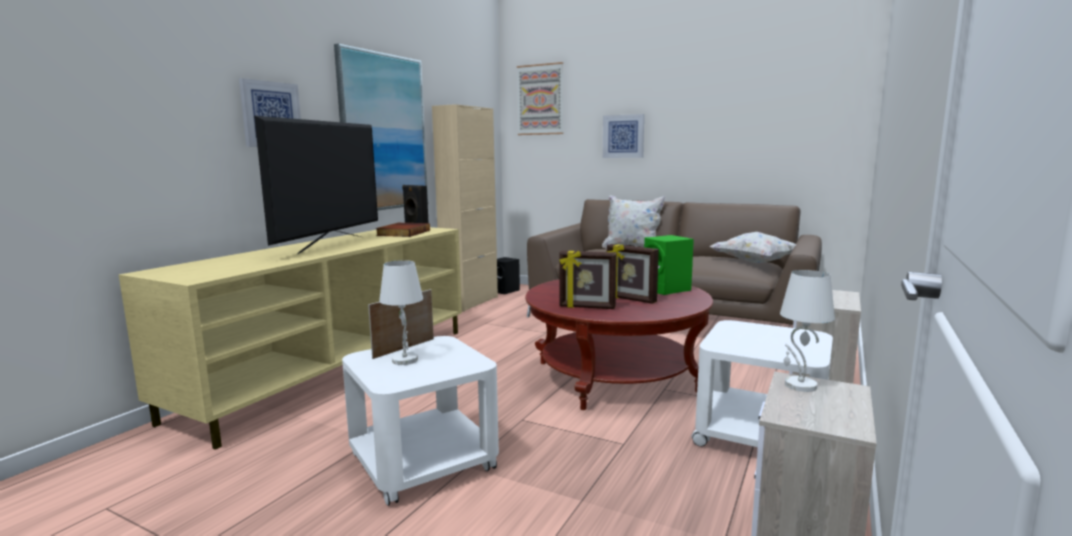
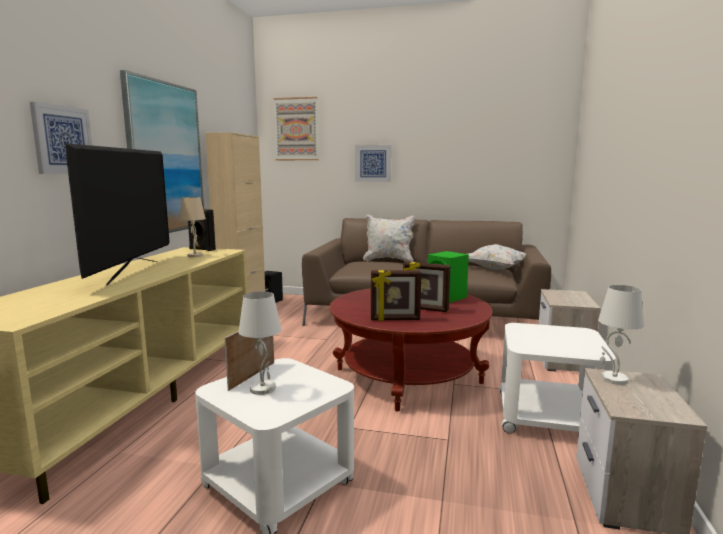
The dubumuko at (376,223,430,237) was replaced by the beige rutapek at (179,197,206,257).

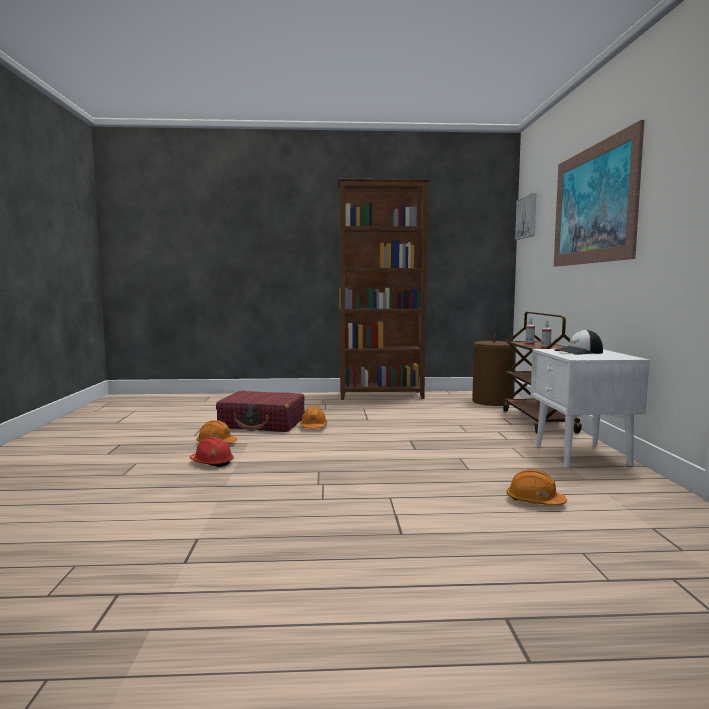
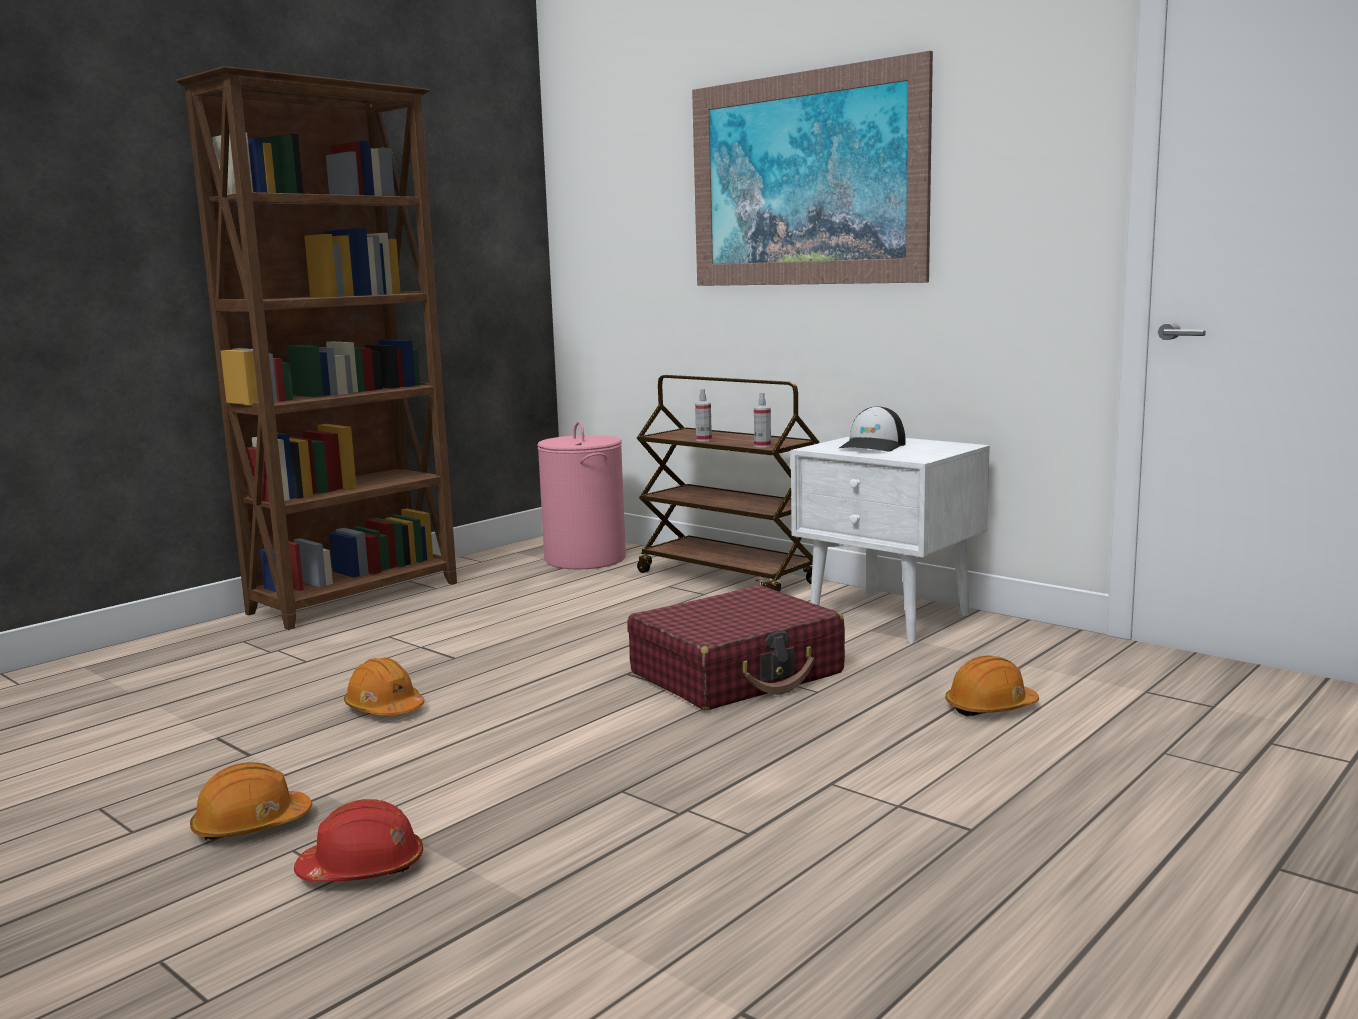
The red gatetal moved from (216,391,305,432) to (627,586,845,710). The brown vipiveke at (472,333,516,406) became the pink vipiveke at (537,422,626,570). The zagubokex at (515,193,537,240) disappeared.

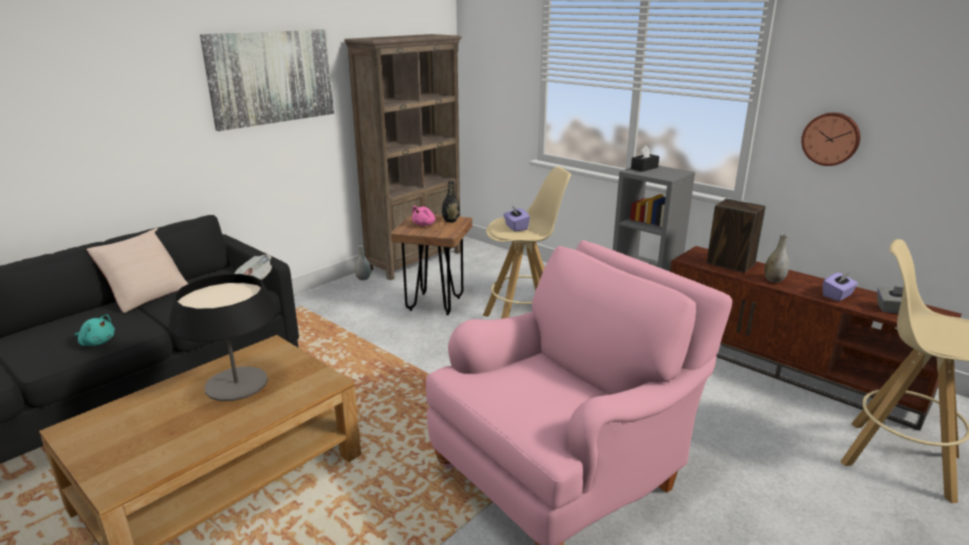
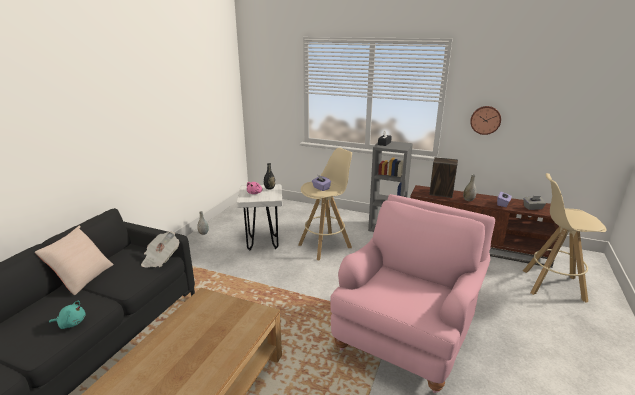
The rutapek at (169,274,278,401) disappeared. The zagubokex at (200,29,334,131) disappeared. The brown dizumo at (344,34,462,280) disappeared. The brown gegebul at (391,214,472,315) became the white gegebul at (237,184,283,250).

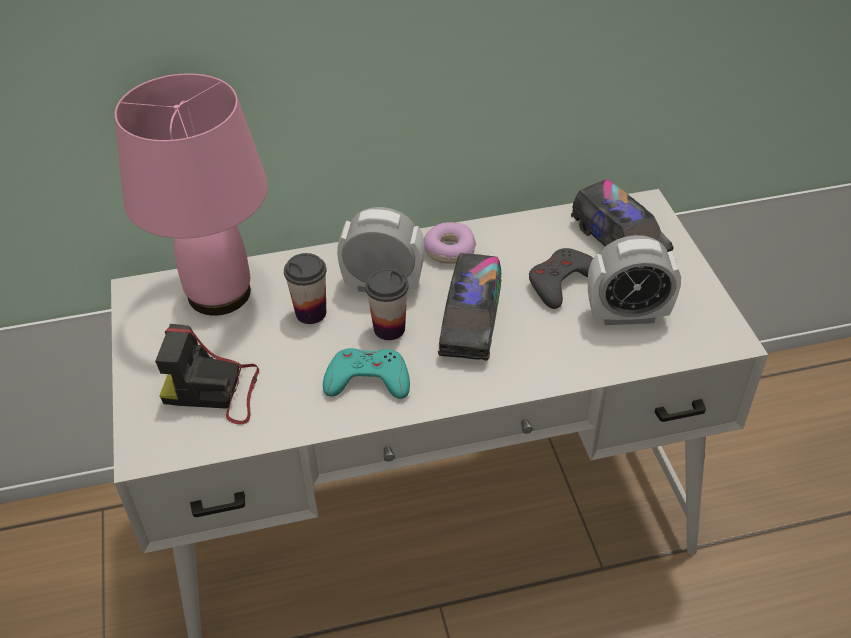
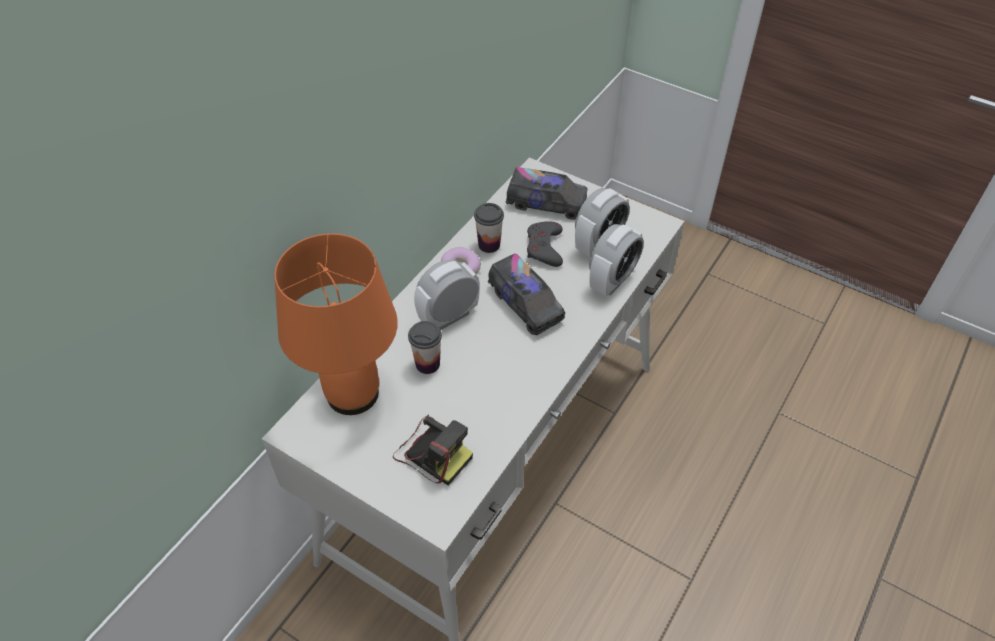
The pink rutapek at (115,73,268,316) became the orange rutapek at (274,233,398,415). The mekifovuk at (155,324,259,425) turned 105 degrees counterclockwise. The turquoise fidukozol at (323,348,410,399) disappeared. The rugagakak moved from (365,268,409,340) to (474,203,504,253). The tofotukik at (589,224,644,296) appeared.

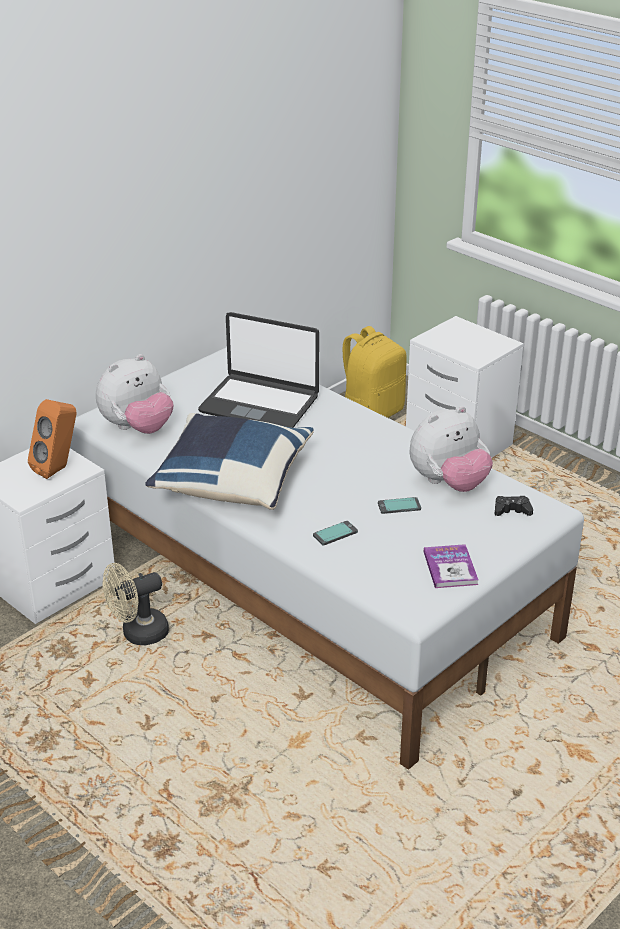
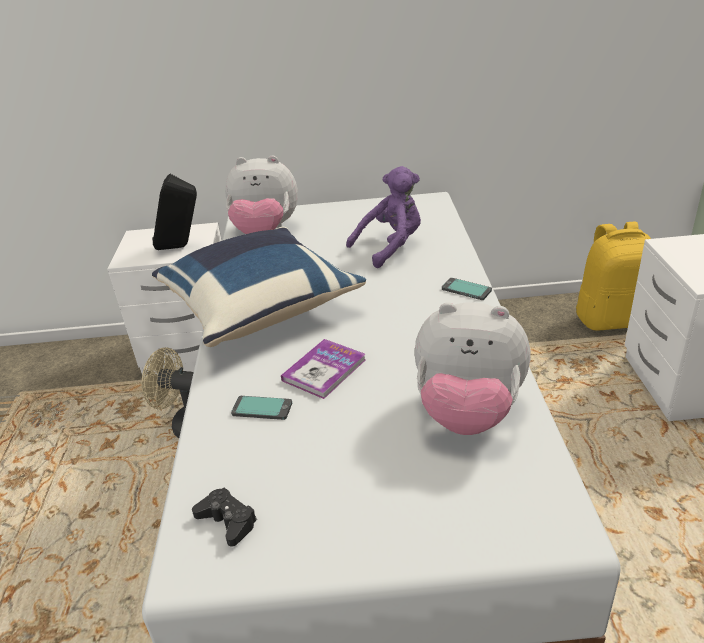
The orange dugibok at (28,399,76,479) became the black dugibok at (152,174,197,250). The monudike at (198,312,319,428) was replaced by the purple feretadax at (346,166,421,268). The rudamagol moved from (378,497,421,514) to (442,278,492,300). The dubumuko moved from (424,544,479,588) to (281,339,366,399). The black fidukozol moved from (494,496,533,516) to (192,488,257,546).

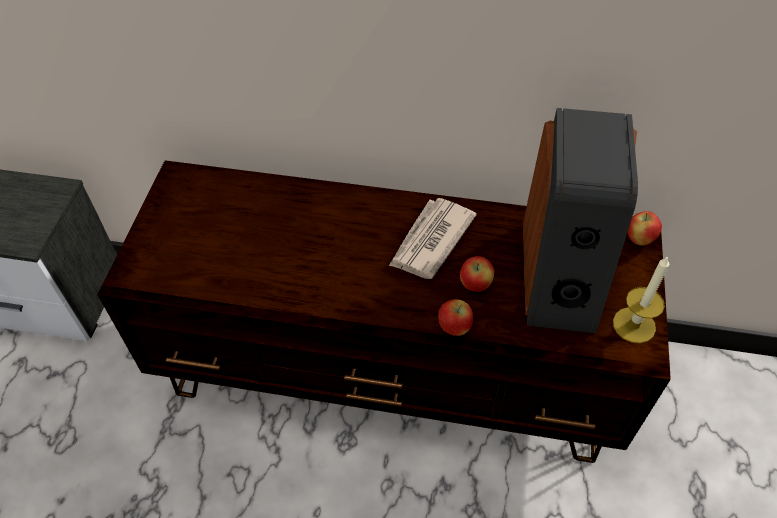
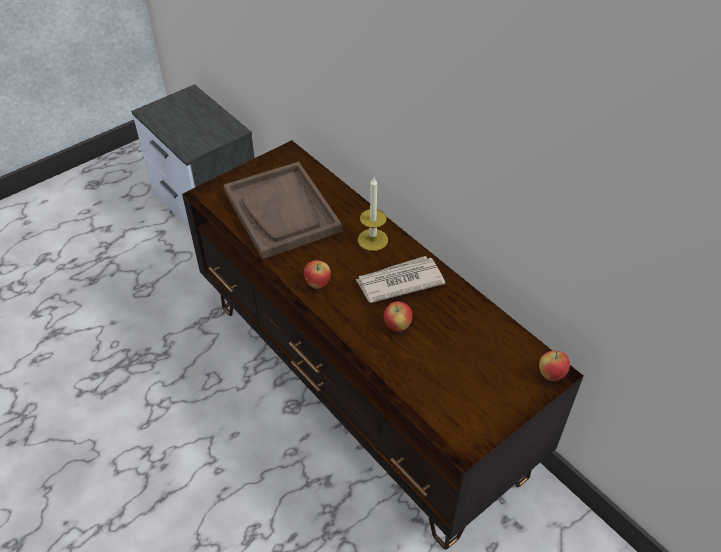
The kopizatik moved from (438,299,473,336) to (304,260,331,289). The dugibok at (523,108,638,333) disappeared. The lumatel moved from (613,256,669,343) to (358,177,388,251). The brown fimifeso at (224,162,342,259) appeared.

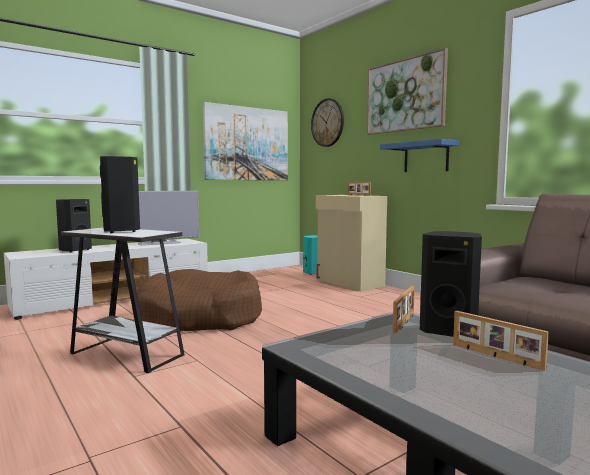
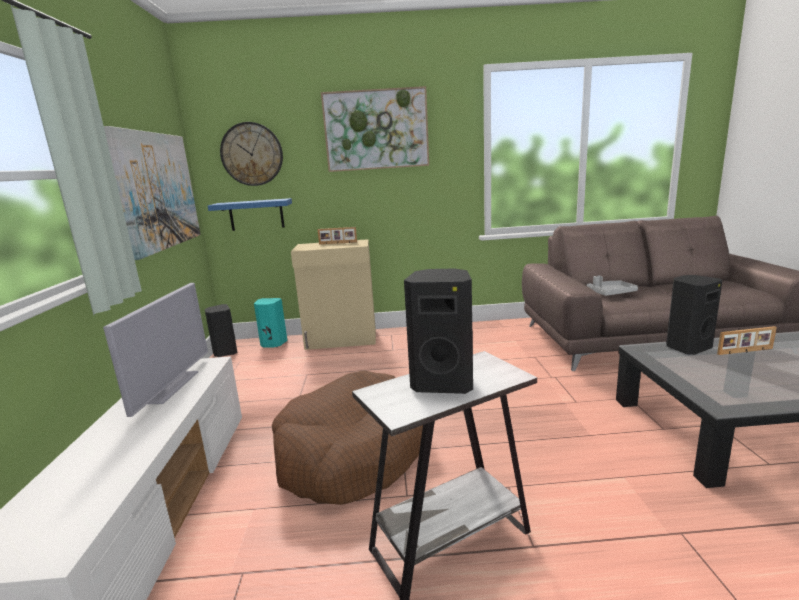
The black dugibok moved from (56,199,92,252) to (205,304,237,357). The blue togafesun moved from (380,139,459,172) to (208,198,292,231). The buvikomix at (393,286,415,333) disappeared. The grey fimifeso at (586,275,638,296) appeared.

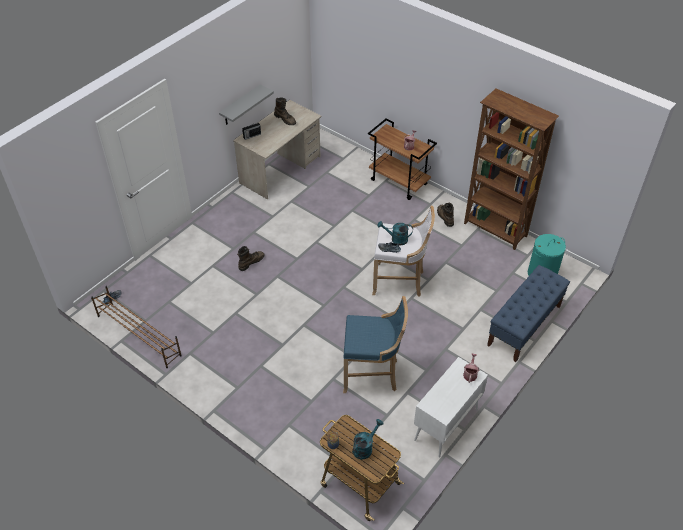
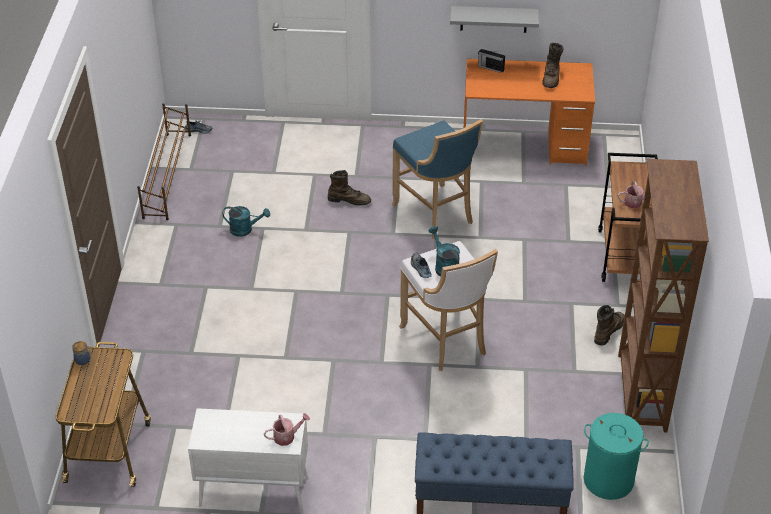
The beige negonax at (233,100,322,199) became the orange negonax at (464,59,595,166). The blue gegebul moved from (343,296,408,393) to (392,119,483,239). The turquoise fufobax moved from (352,419,384,460) to (222,206,270,237).

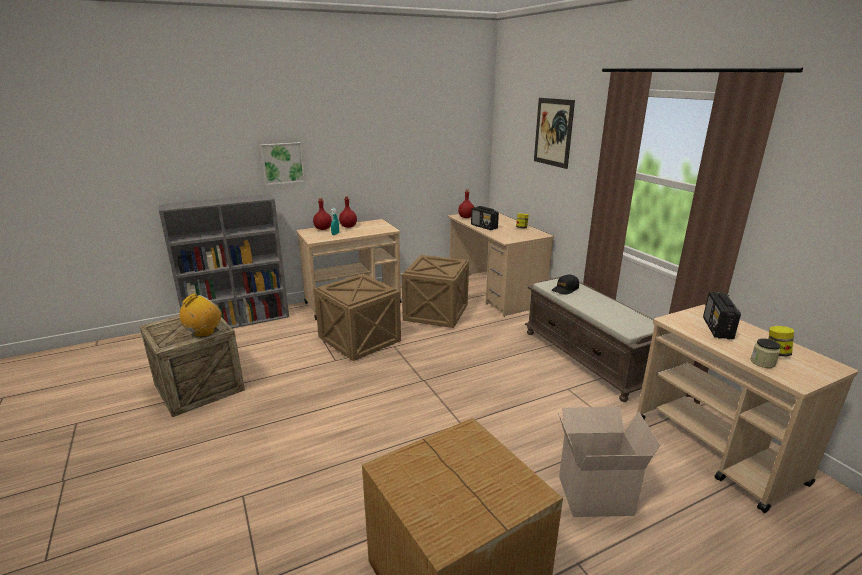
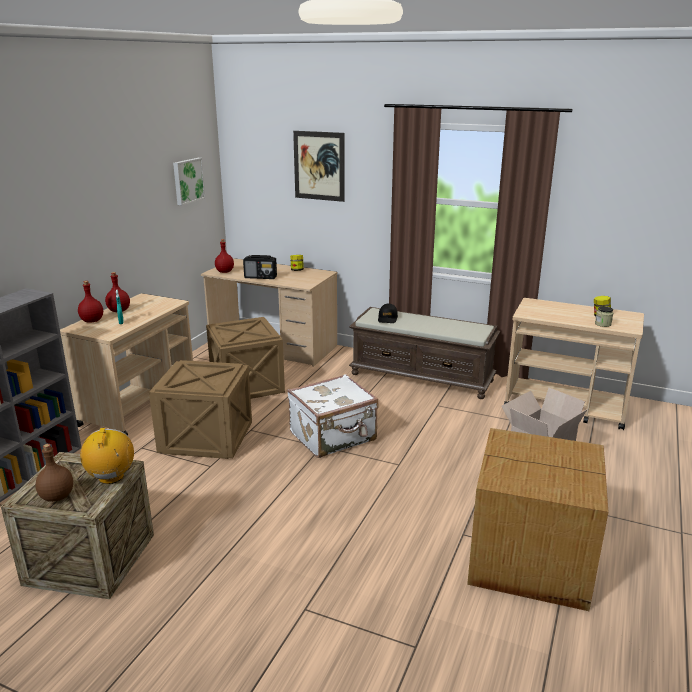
The zagubokex moved from (260,142,305,185) to (173,158,205,205). The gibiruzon at (703,292,741,340) disappeared. The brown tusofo at (35,444,73,502) appeared. The white gatetal at (287,374,378,458) appeared.

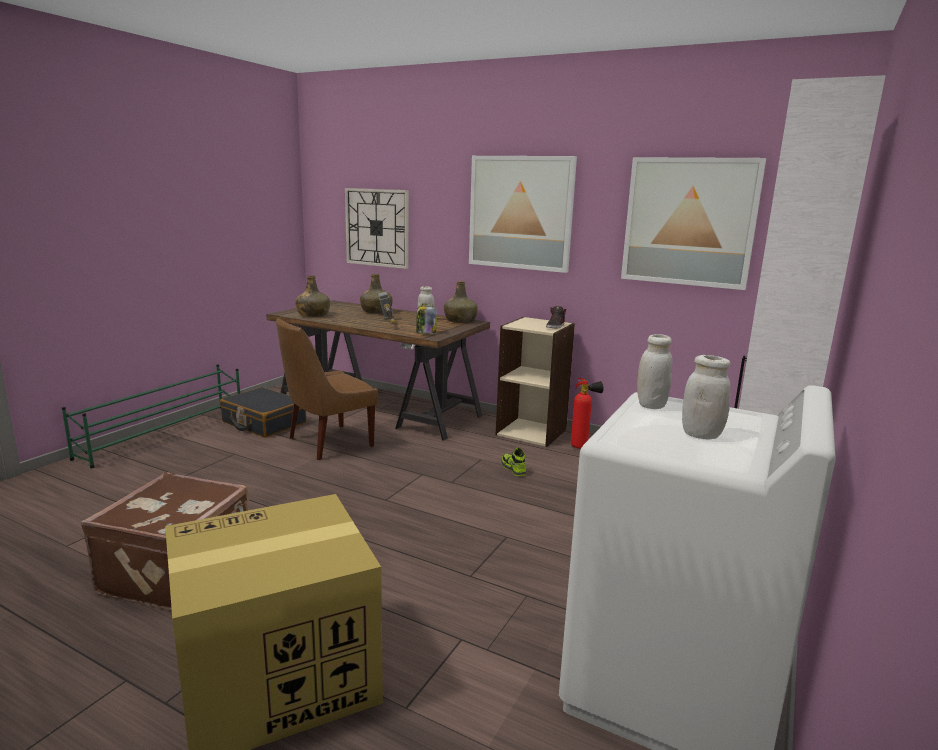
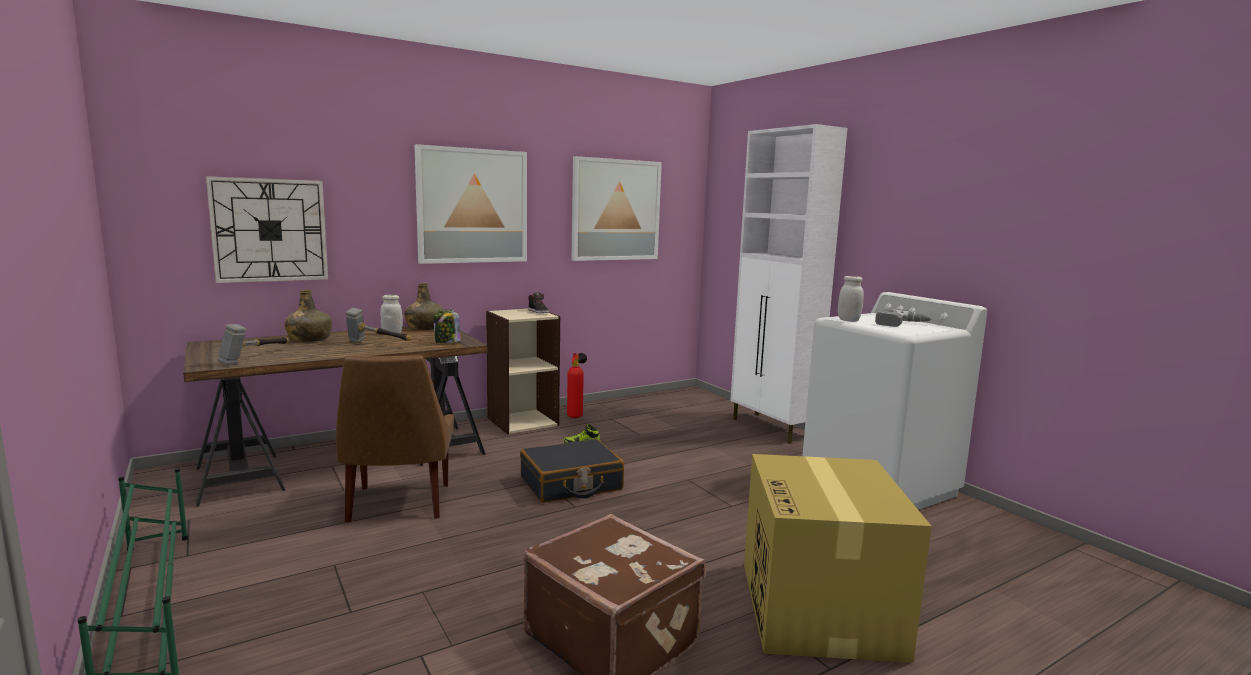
The black gatetal moved from (220,387,306,438) to (520,439,624,503). The green tusofo at (295,275,330,317) was replaced by the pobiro at (217,324,289,365). The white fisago at (682,355,731,439) was replaced by the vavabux at (875,309,932,327).

